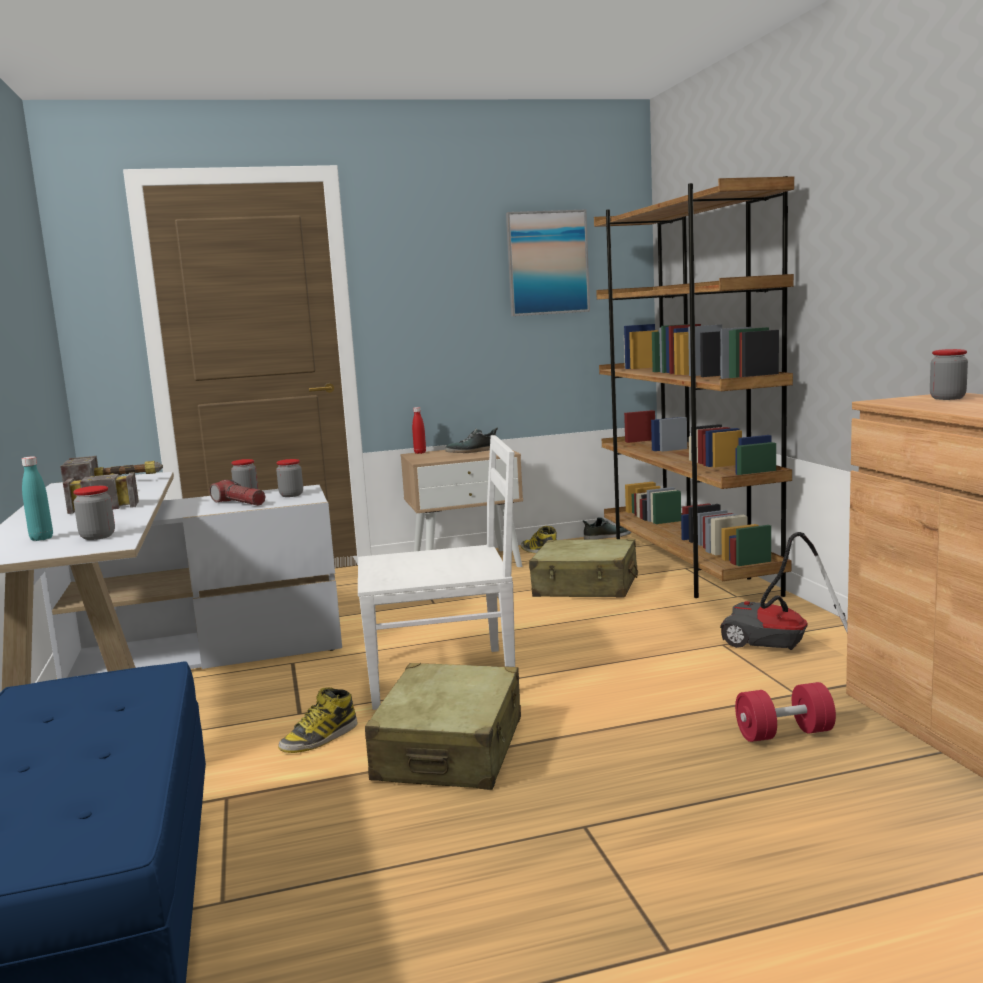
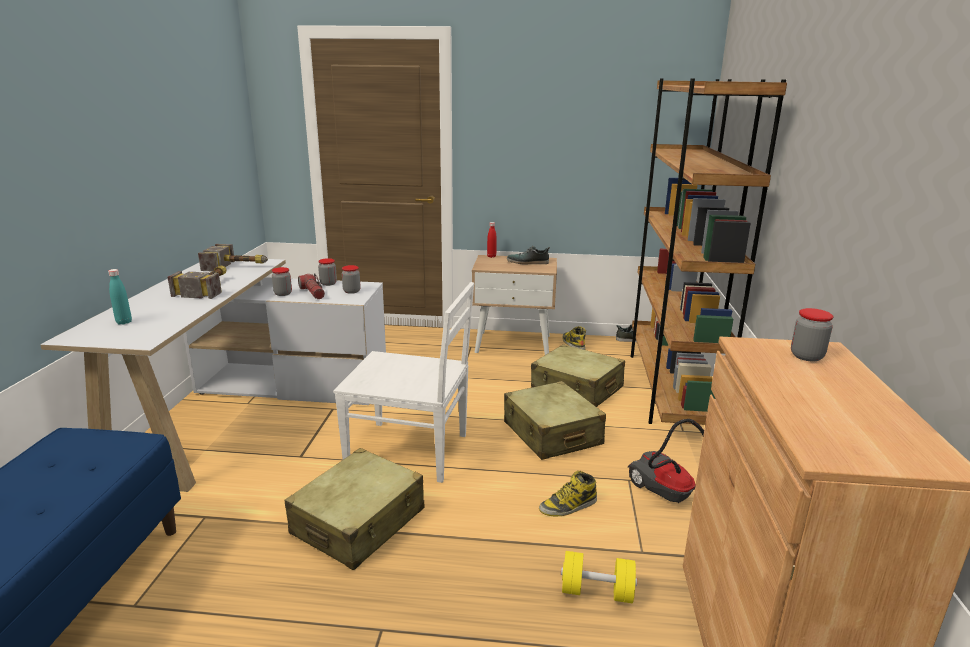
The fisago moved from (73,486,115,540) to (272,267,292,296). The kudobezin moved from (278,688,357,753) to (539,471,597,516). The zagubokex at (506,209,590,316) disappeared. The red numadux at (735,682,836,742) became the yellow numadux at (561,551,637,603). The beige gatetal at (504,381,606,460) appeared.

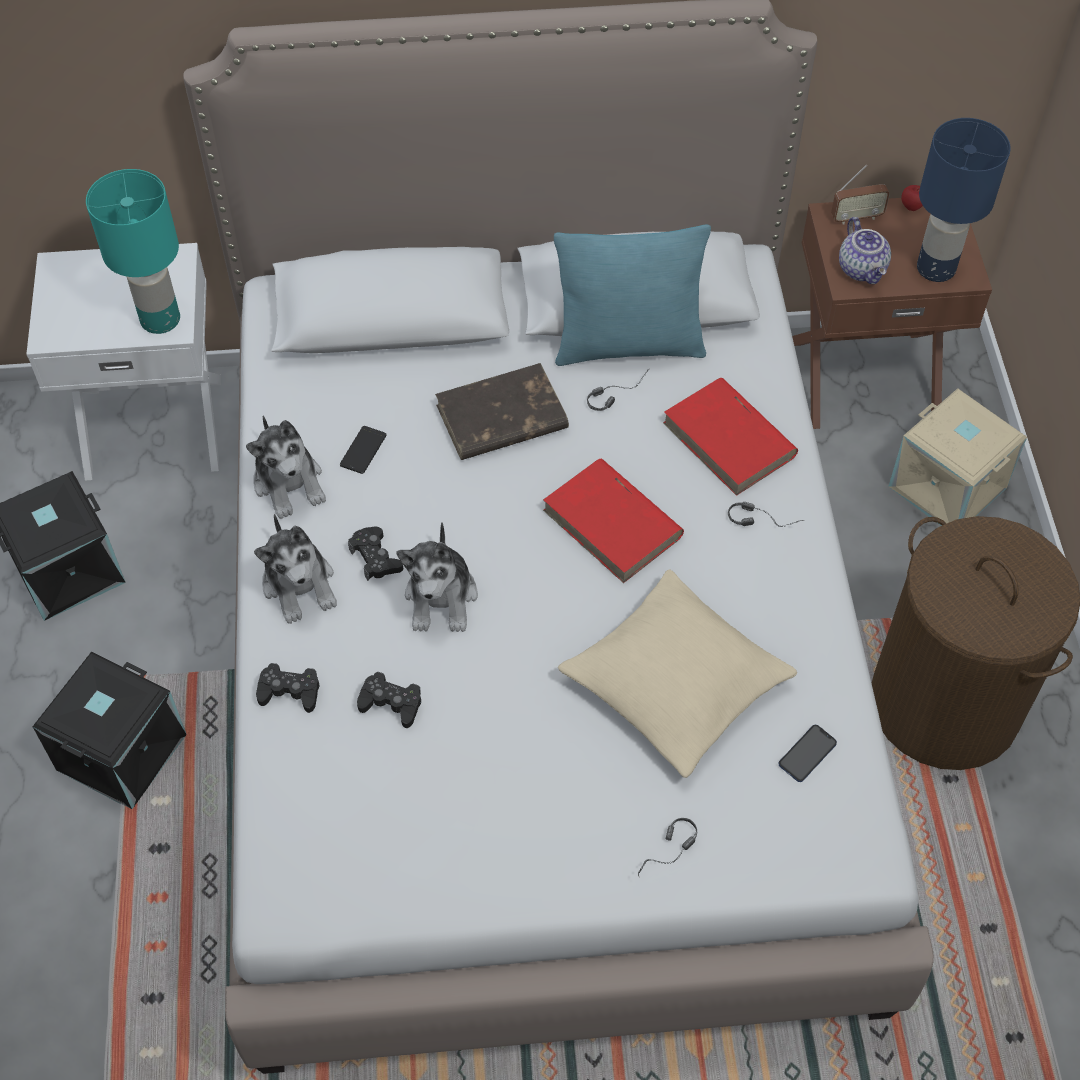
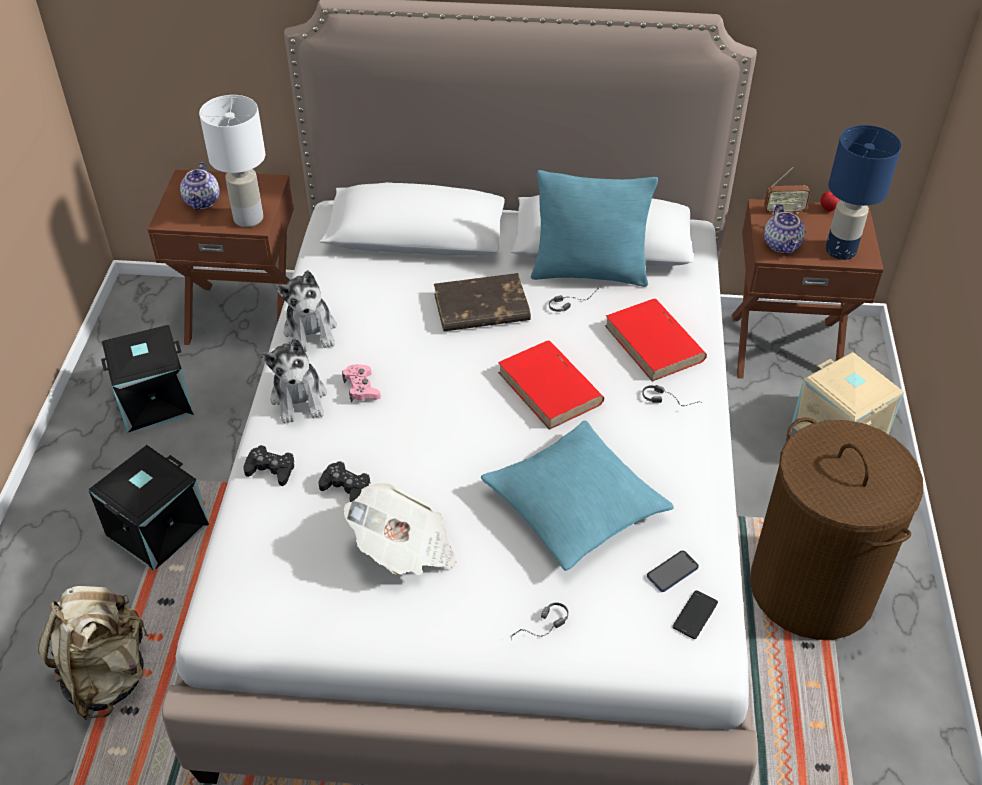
The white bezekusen at (26,243,221,481) became the brown bezekusen at (147,169,294,345). The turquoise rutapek at (86,169,180,334) became the white rutapek at (199,95,265,227). The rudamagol moved from (340,426,387,474) to (673,590,718,639). The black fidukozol at (348,527,403,581) became the pink fidukozol at (342,364,381,402). The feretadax at (396,523,478,632) disappeared. The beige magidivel at (558,570,797,778) became the turquoise magidivel at (481,420,674,571). The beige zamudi at (38,586,149,720) appeared. The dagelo at (180,162,220,210) appeared. The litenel at (344,483,457,575) appeared.

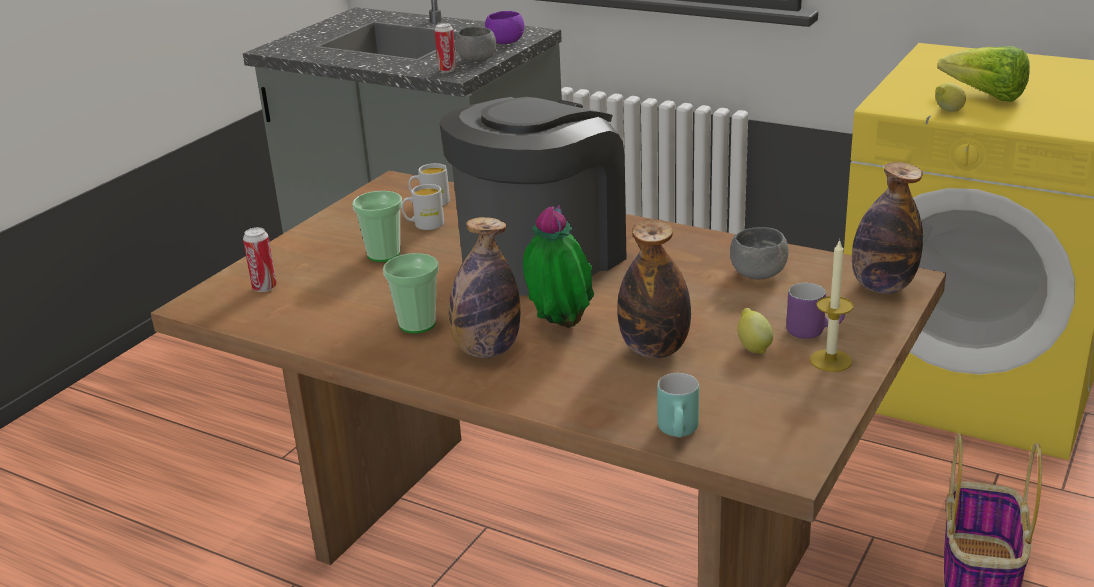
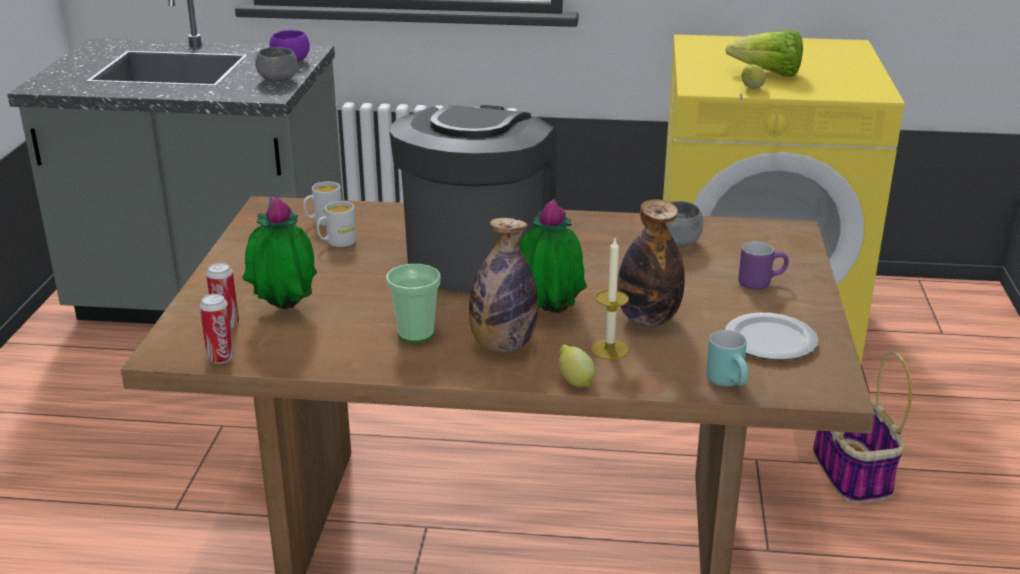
The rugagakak at (352,191,402,262) disappeared. The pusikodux moved from (434,23,456,73) to (200,294,234,364). The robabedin moved from (737,308,773,354) to (559,344,595,387). The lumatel moved from (810,239,854,372) to (591,239,629,360). The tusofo at (852,162,923,294) disappeared. The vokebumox at (242,197,317,310) appeared. The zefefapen at (725,313,818,360) appeared.

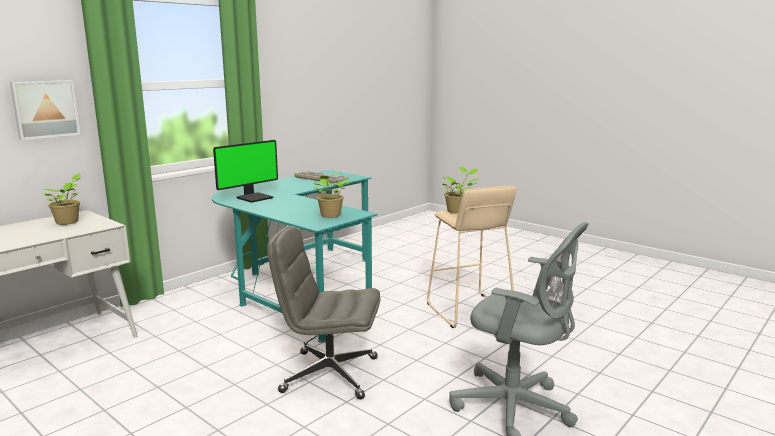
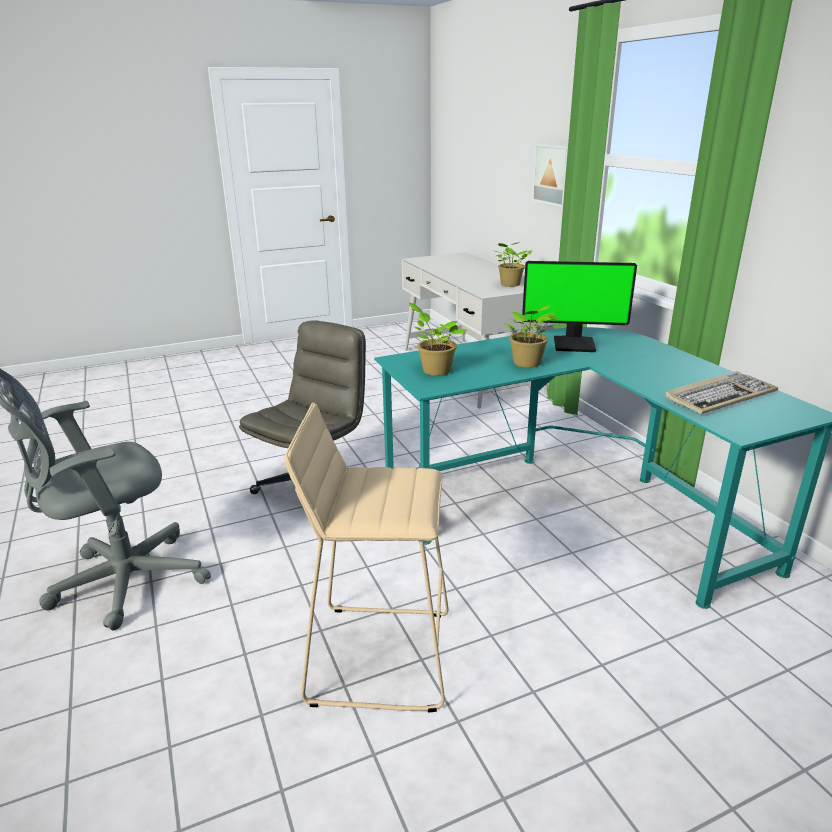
The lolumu at (213,140,278,203) turned 60 degrees counterclockwise. The vokebumox moved from (442,167,478,214) to (504,305,559,368).

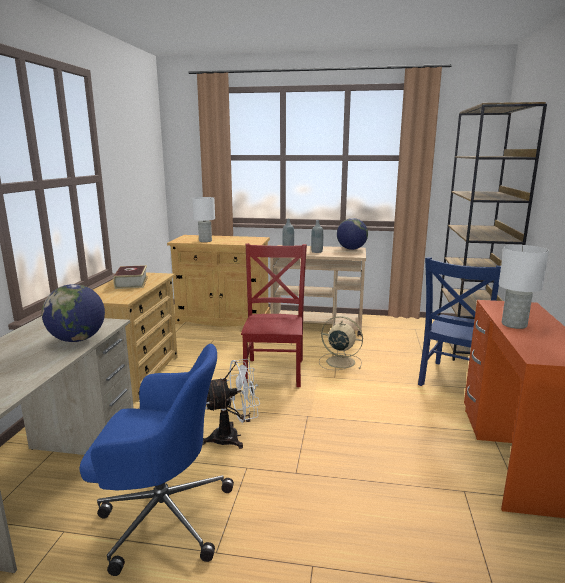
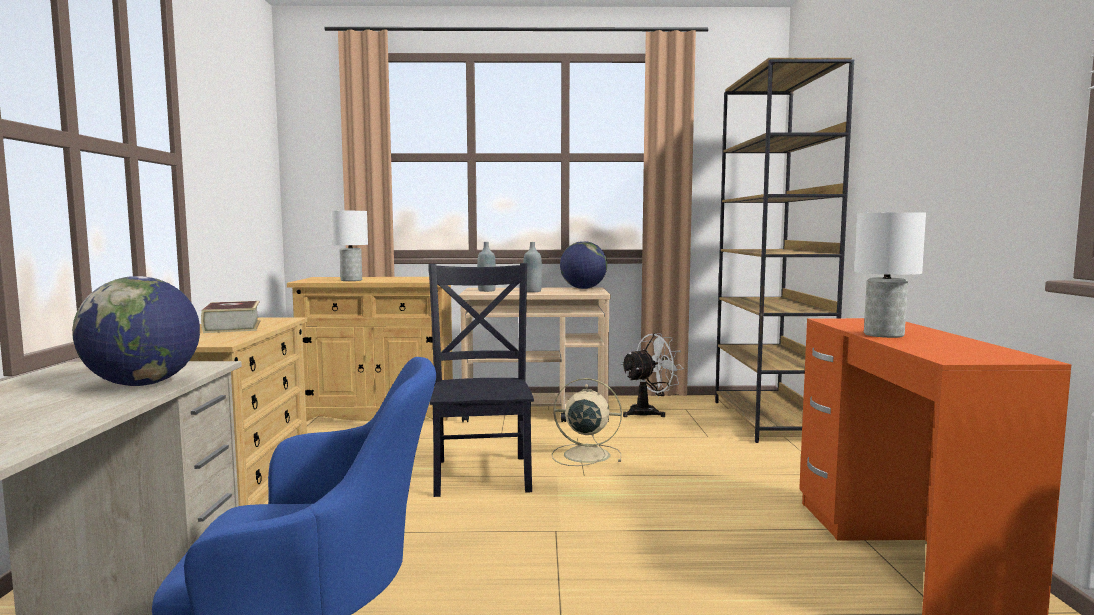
The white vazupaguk moved from (202,359,260,449) to (621,333,684,417). The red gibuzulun at (241,243,307,387) became the black gibuzulun at (429,263,534,497). The blue gibuzulun at (418,257,501,386) disappeared.

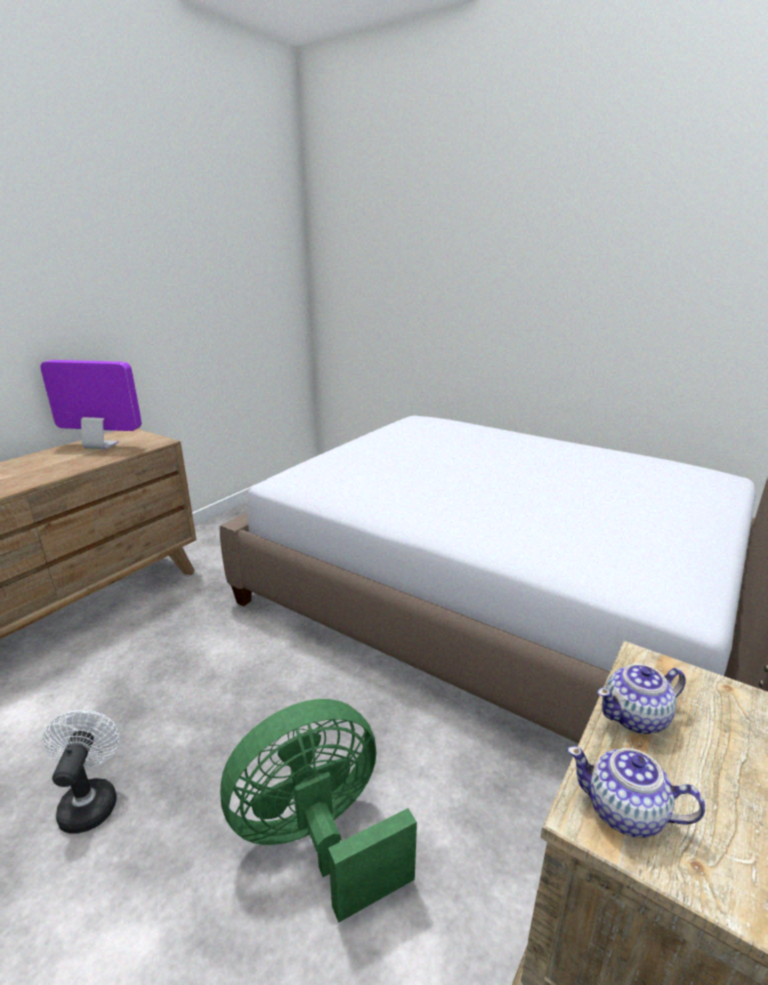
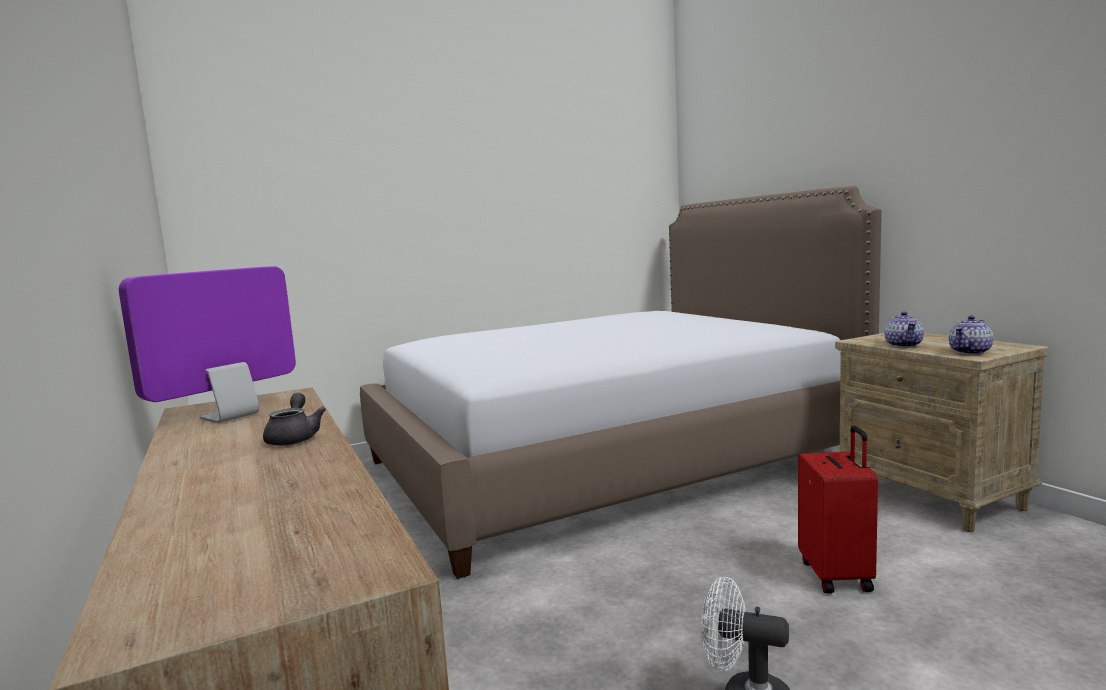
The green vazupaguk at (220,699,417,923) was replaced by the red gatetal at (798,426,878,594). The grey dagelo at (263,393,326,446) appeared.

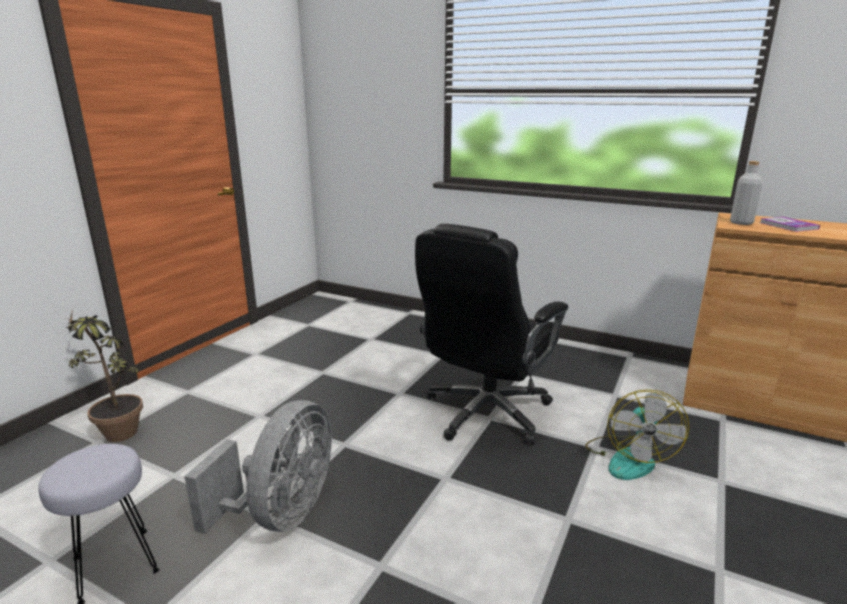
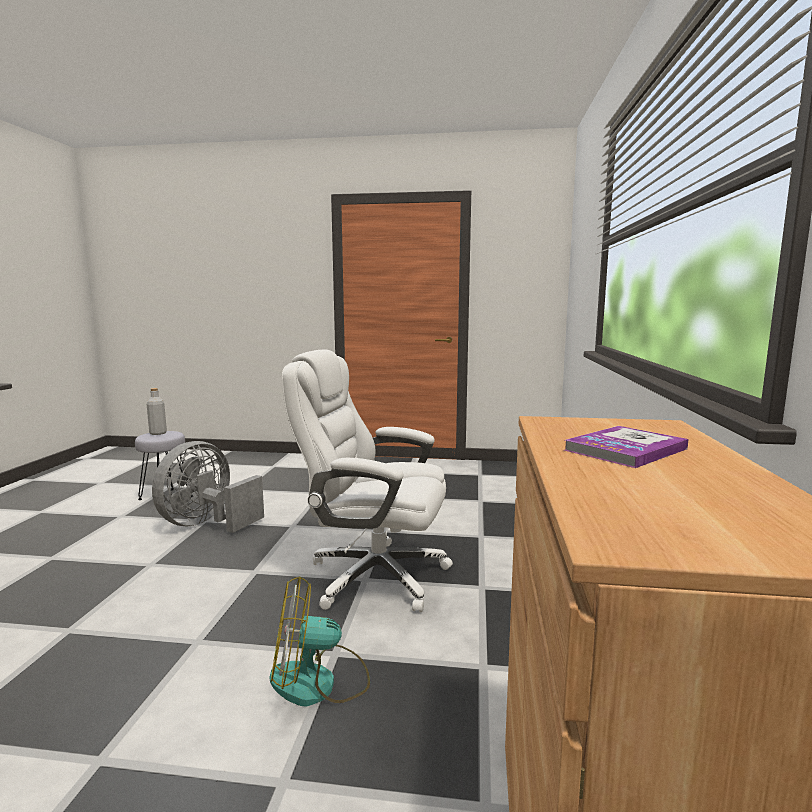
The vokebumox at (66,312,143,442) disappeared. The grey vazupaguk at (184,400,332,534) turned 120 degrees clockwise. The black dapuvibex at (415,224,568,445) became the white dapuvibex at (282,349,453,612). The grey tusofo moved from (730,161,762,225) to (147,388,167,435).

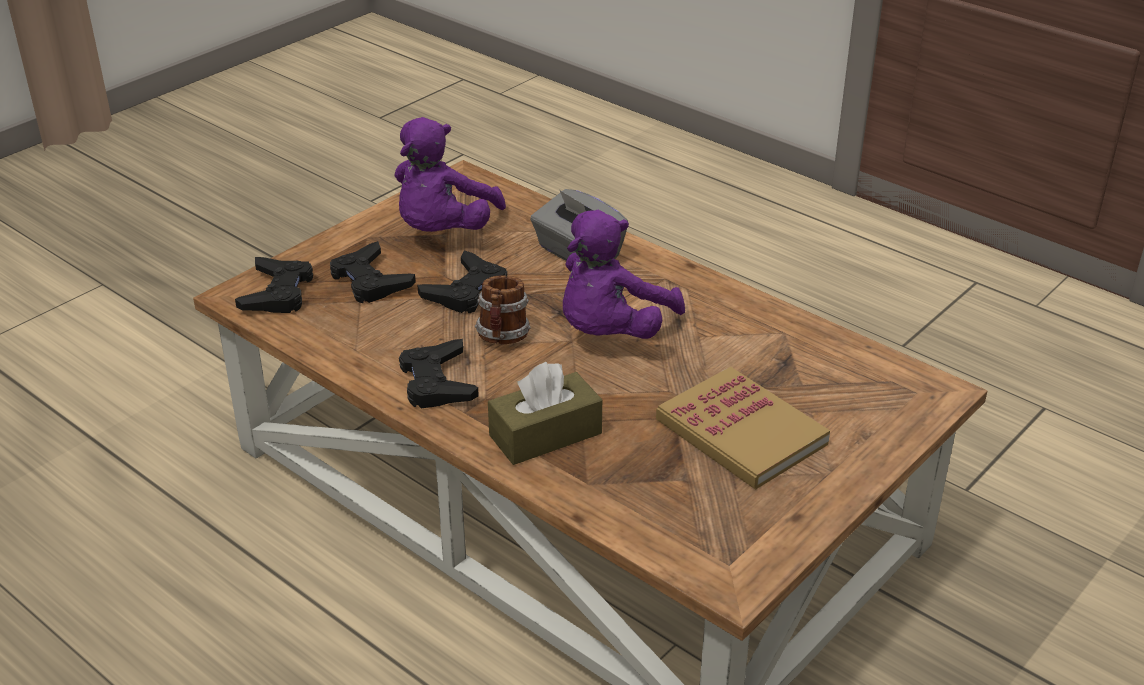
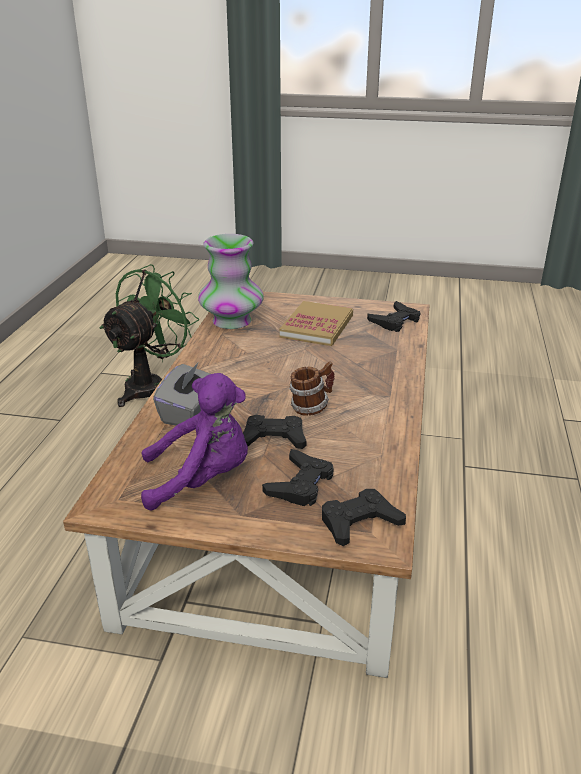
The black fidukozol moved from (399,339,479,408) to (367,301,421,332). The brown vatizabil at (488,362,602,465) disappeared. The purple feretadax at (563,210,685,339) disappeared. The green vazupaguk at (99,264,199,407) appeared. The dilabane at (198,234,264,329) appeared.

